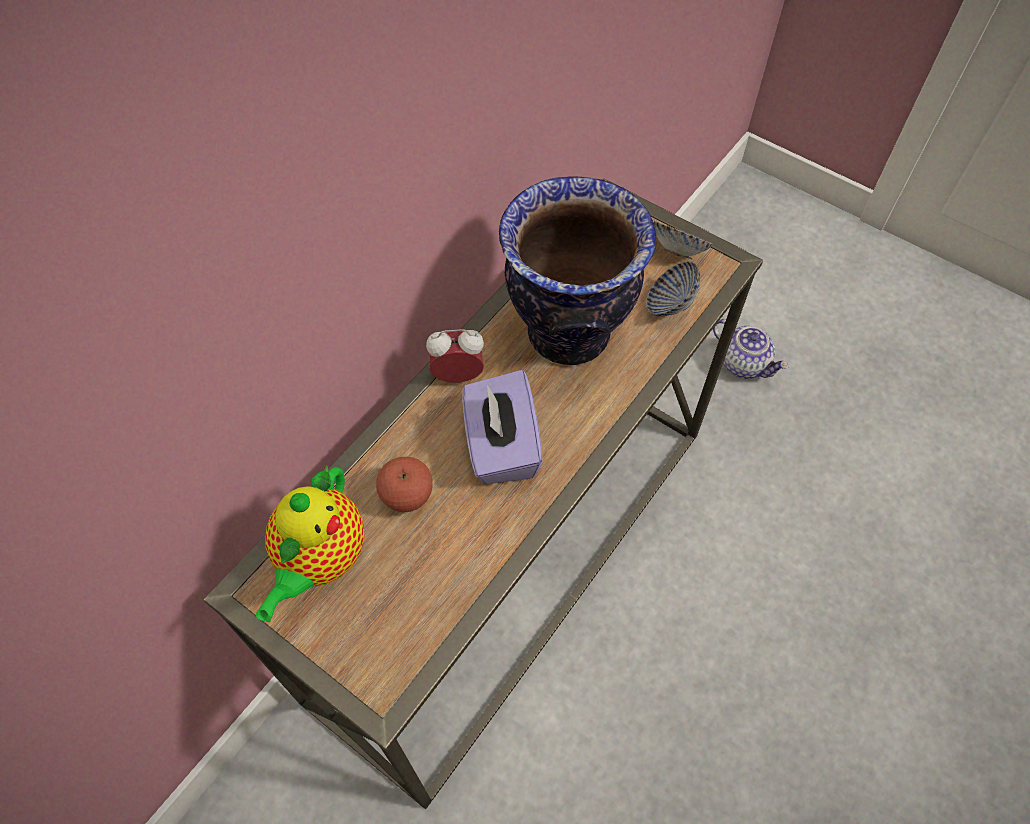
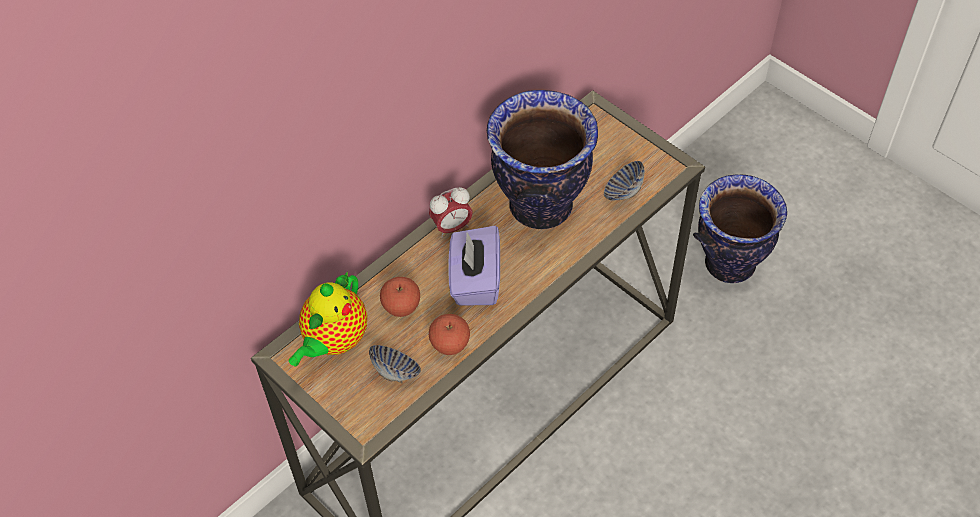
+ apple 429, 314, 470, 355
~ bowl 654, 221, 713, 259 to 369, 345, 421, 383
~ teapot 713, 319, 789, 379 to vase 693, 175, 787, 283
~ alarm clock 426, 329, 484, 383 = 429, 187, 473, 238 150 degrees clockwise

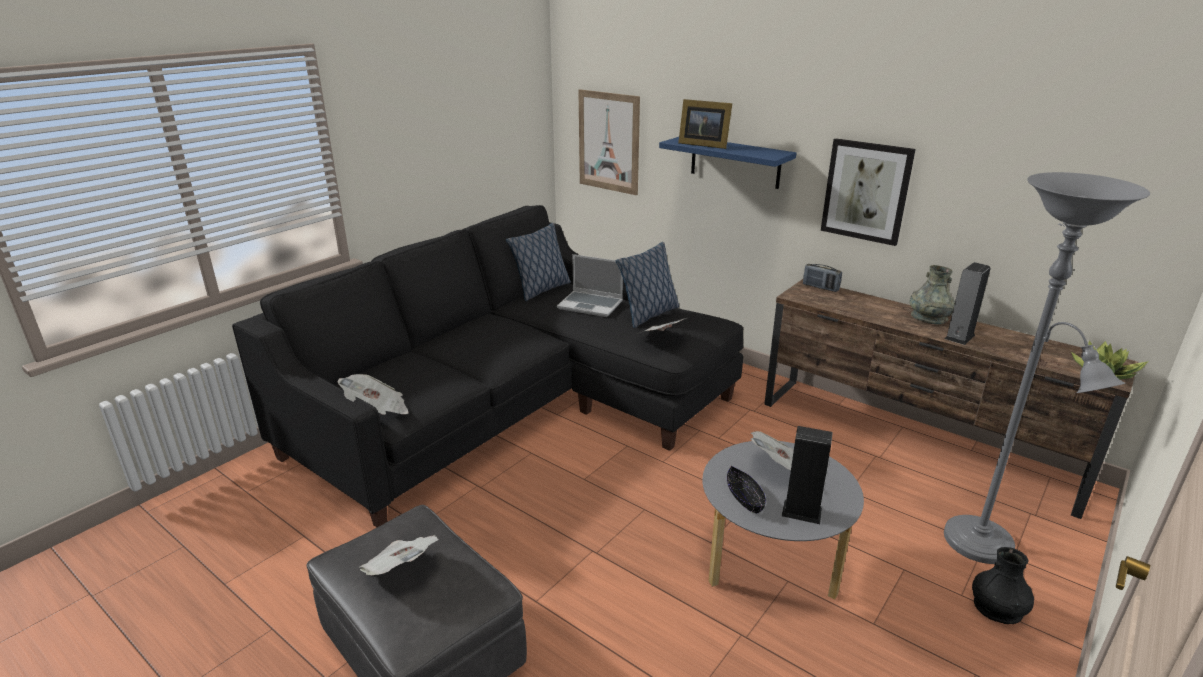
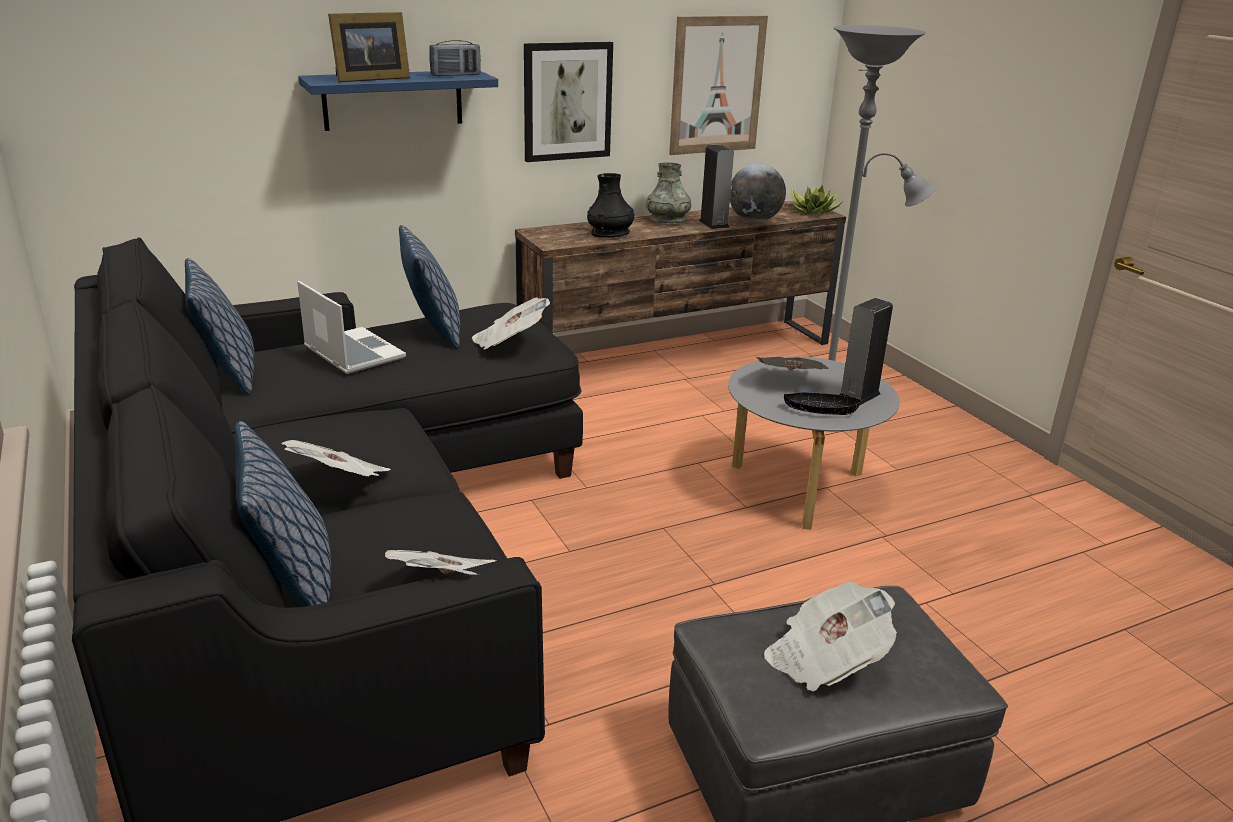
+ pillow 235, 421, 331, 607
+ newspaper 282, 440, 391, 477
+ globe 730, 164, 786, 222
~ picture 578, 89, 640, 195 to 669, 16, 768, 155
~ radio 803, 264, 842, 292 to 429, 40, 481, 76
~ black vase 972, 547, 1034, 624 to 587, 173, 634, 238
~ laptop 557, 254, 623, 317 = 297, 281, 406, 374 90 degrees counterclockwise

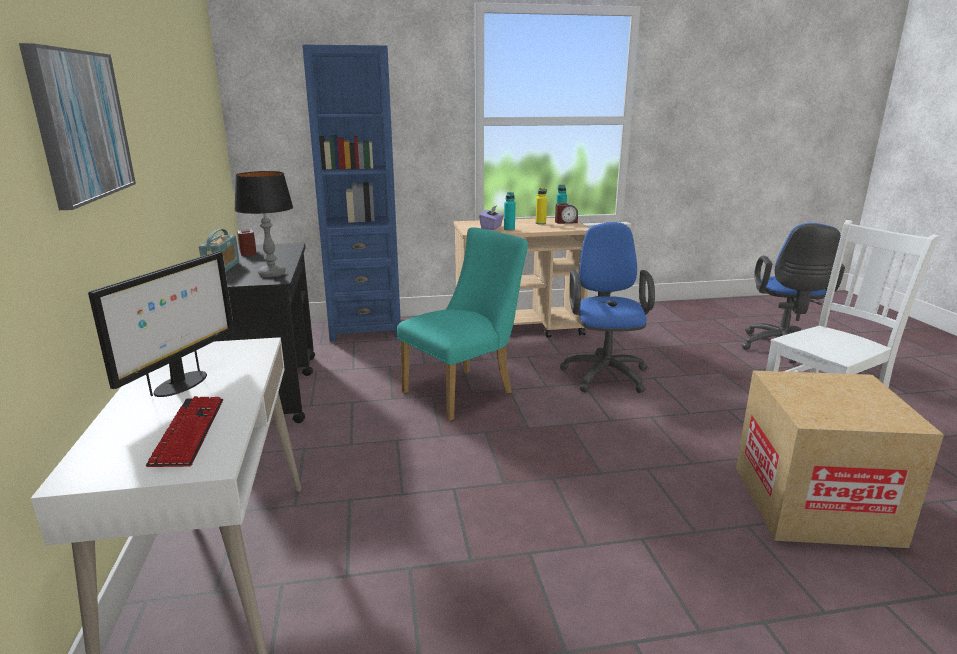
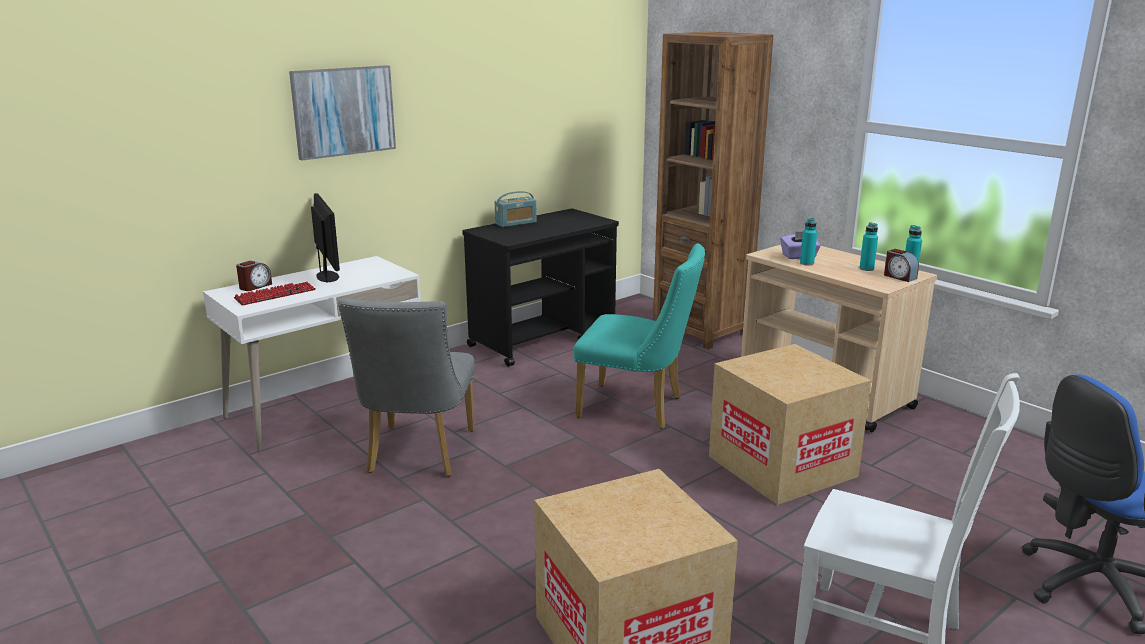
- table lamp 234, 171, 293, 277
+ grey chair 338, 298, 475, 477
~ alarm clock 237, 229, 256, 256 to 236, 261, 272, 291
~ blue office chair 560, 222, 655, 393 to cardboard box 709, 344, 871, 505
~ blue bookcase 302, 44, 401, 342 to brown bookcase 653, 32, 773, 350
~ yellow bottle 536, 187, 547, 225 to turquoise bottle 859, 222, 878, 271
~ monitor 88, 251, 234, 397 = 311, 193, 340, 283 105 degrees counterclockwise

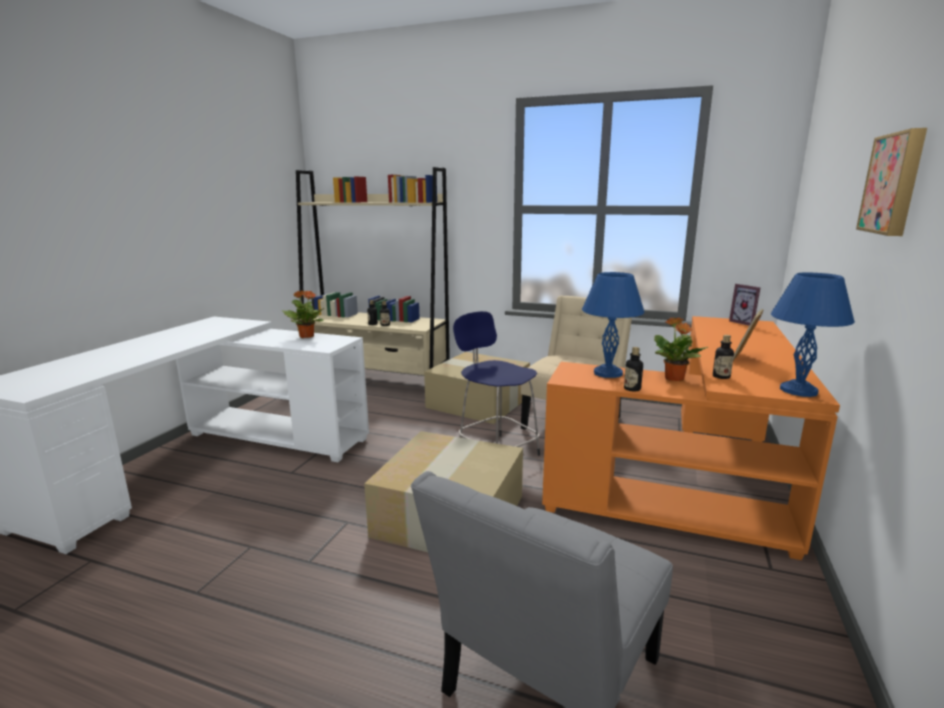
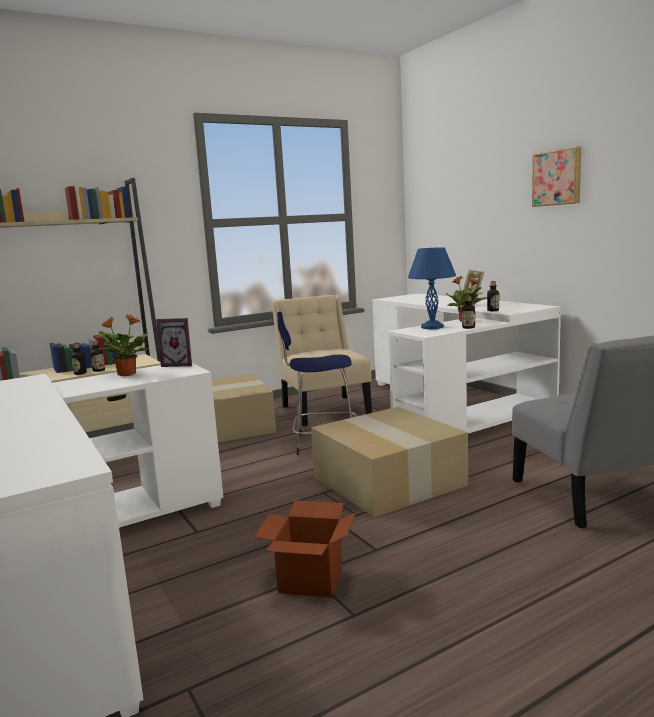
- blue table lamp 771, 273, 855, 397
+ cardboard box 254, 501, 356, 598
~ picture frame 729, 284, 761, 326 to 156, 318, 192, 367
~ orange desk 542, 316, 840, 560 to white desk 372, 293, 561, 434

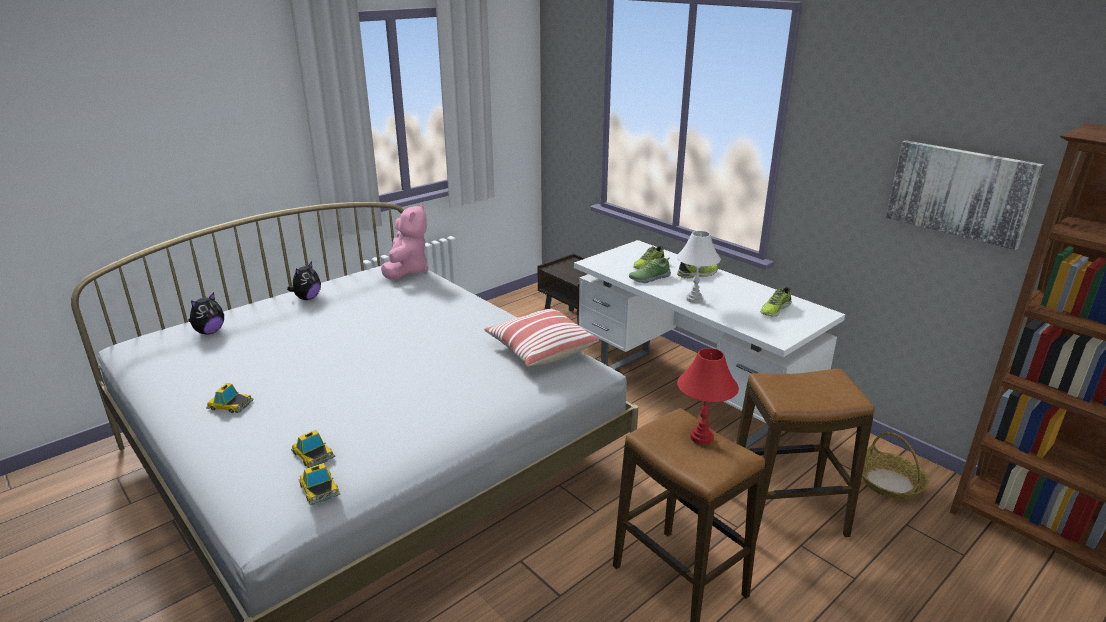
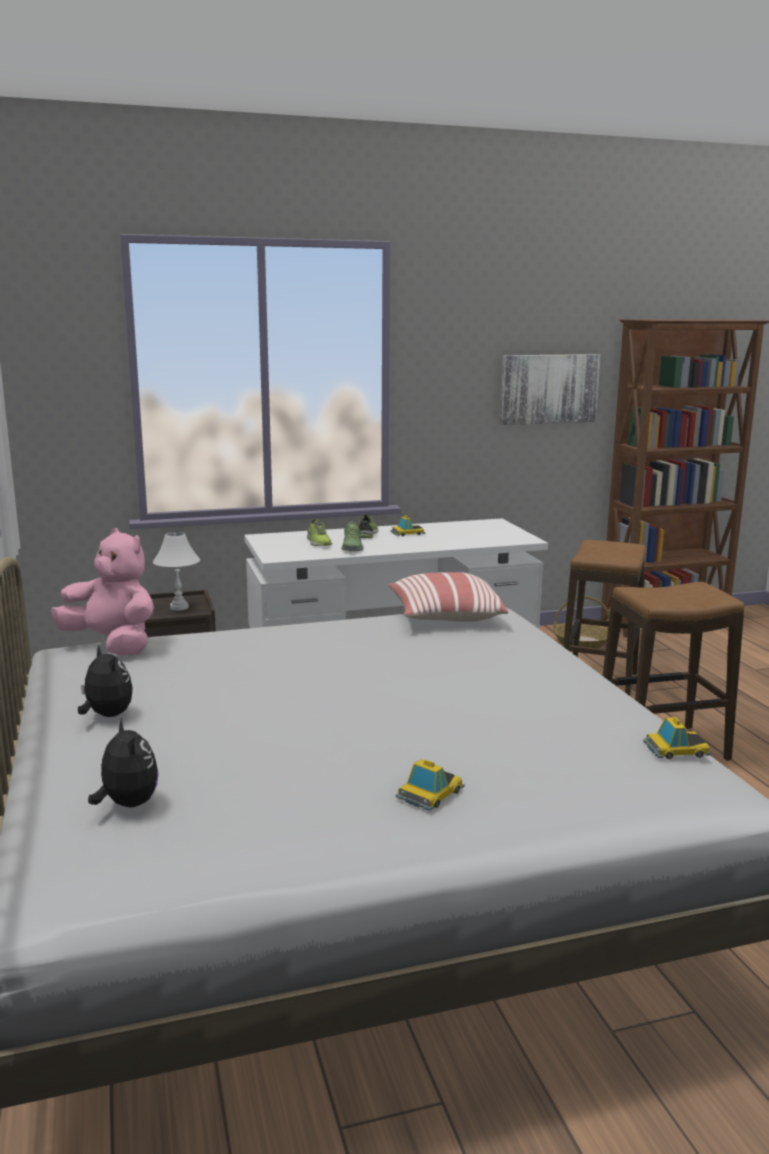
- red table lamp 677, 348, 739, 445
- shoe 760, 287, 791, 316
~ toy car 291, 430, 335, 468 to 391, 515, 425, 536
~ white table lamp 677, 231, 721, 303 to 153, 532, 200, 610

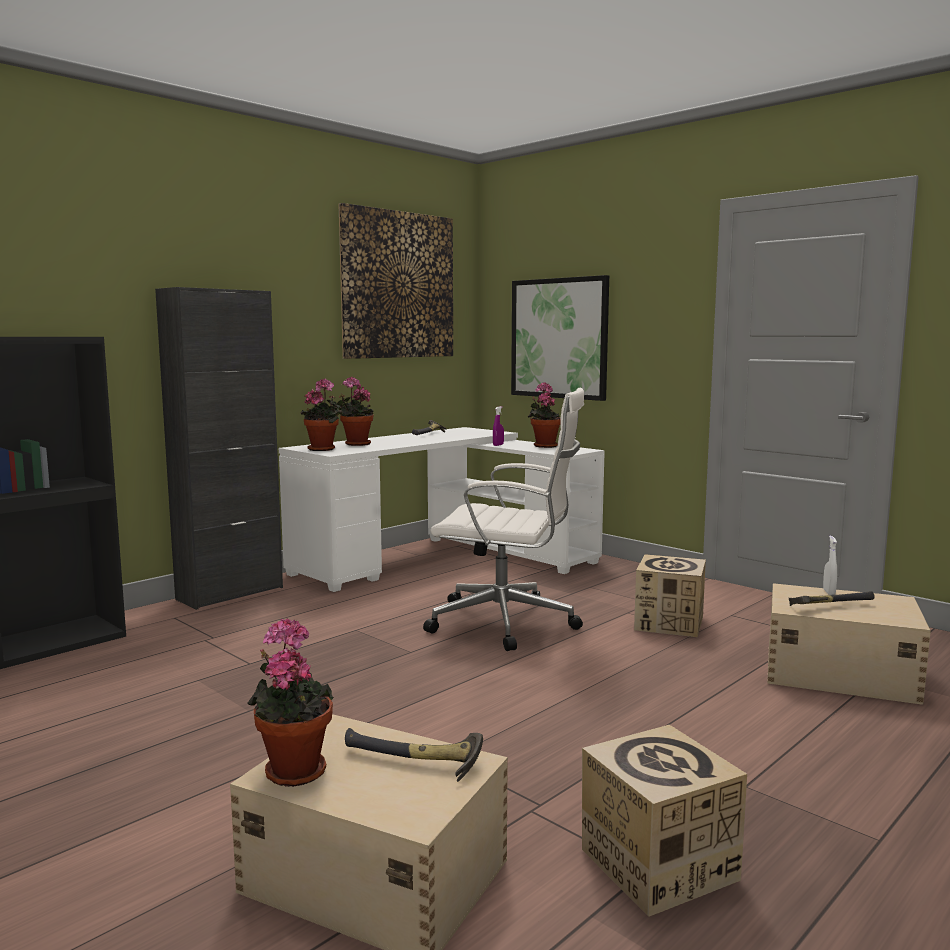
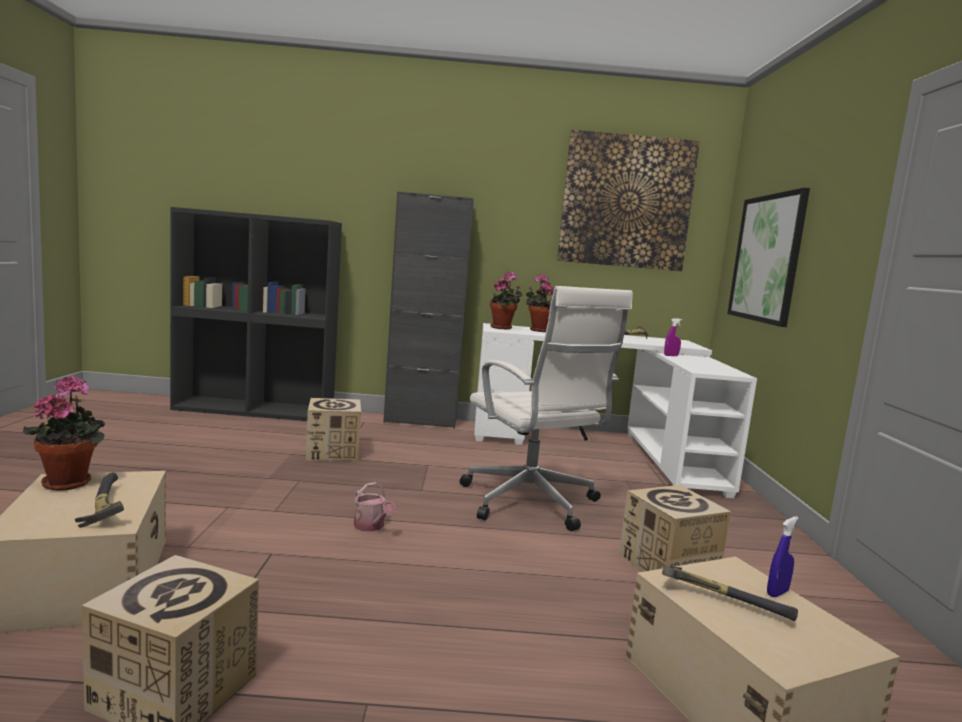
- potted plant 528, 382, 561, 448
+ cardboard box 306, 398, 361, 461
+ watering can 354, 482, 396, 532
~ white spray bottle 823, 535, 837, 595 to blue spray bottle 767, 516, 799, 597

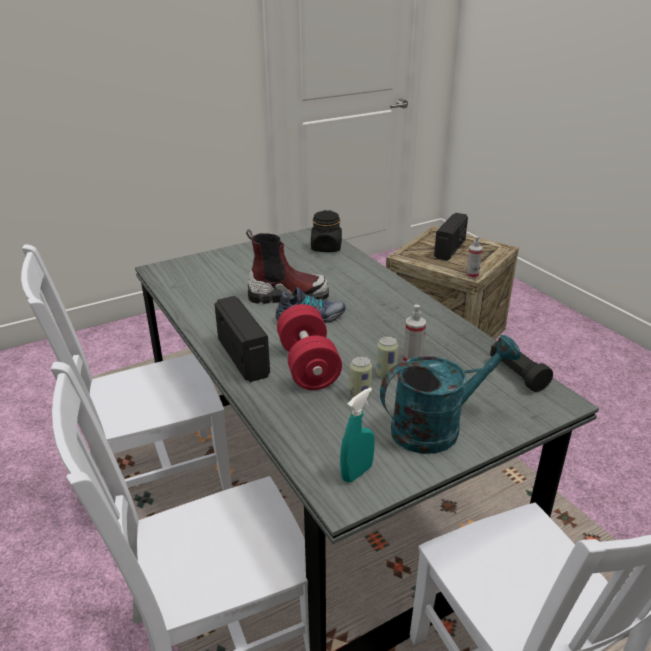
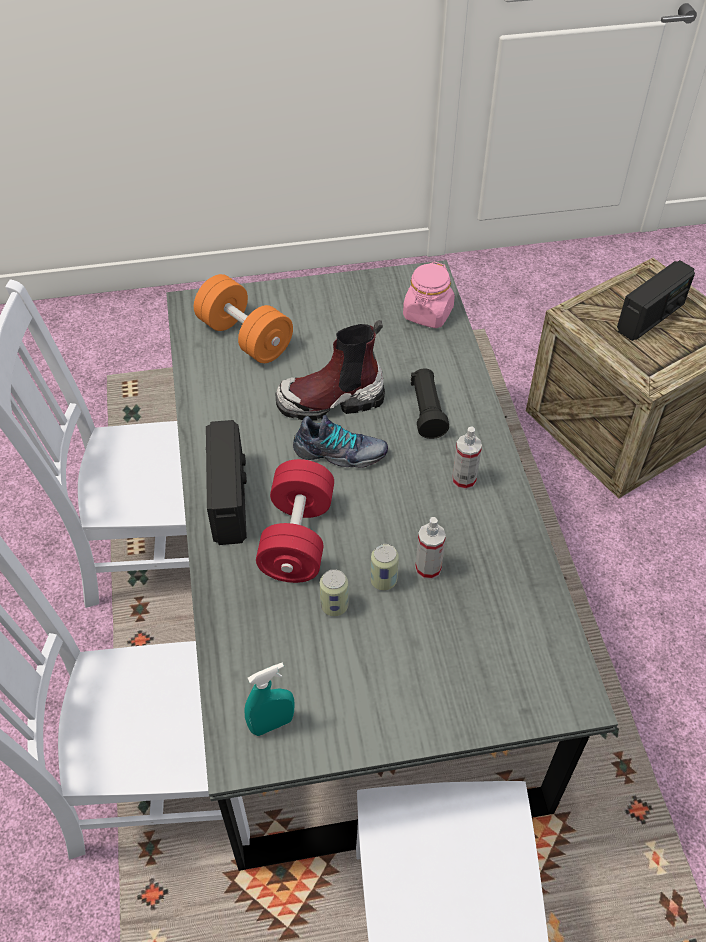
- turquoise watering can 380, 335, 521, 454
+ orange dumbbell 194, 274, 293, 363
~ spray bottle 466, 236, 483, 279 to 452, 426, 482, 490
~ black flashlight 490, 341, 553, 392 to 411, 368, 449, 439
~ black jar 311, 210, 342, 252 to pink jar 403, 261, 455, 328
~ boot 246, 229, 329, 304 = 275, 320, 385, 421 150 degrees clockwise

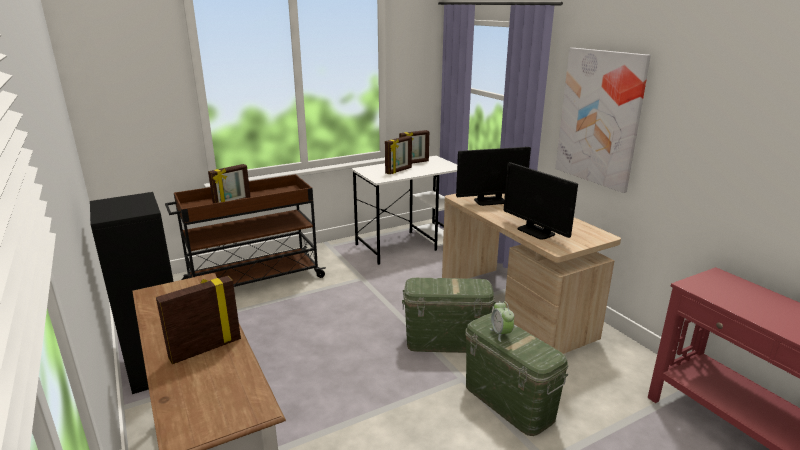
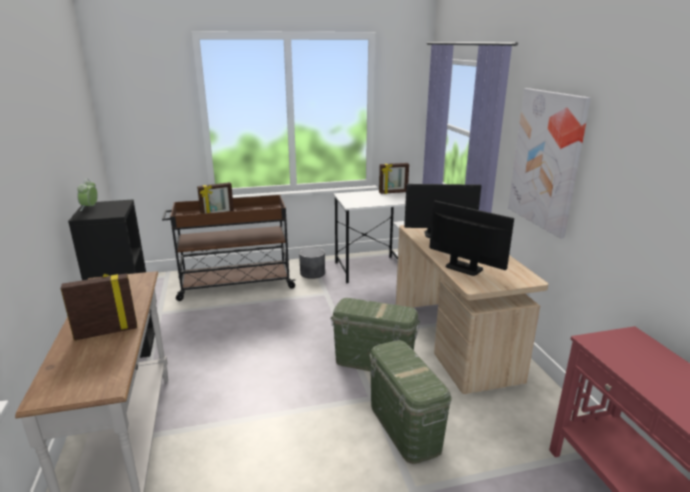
- picture frame 385, 136, 412, 174
+ grey planter 299, 247, 325, 279
~ alarm clock 490, 301, 514, 342 to 77, 179, 98, 211
~ monitor 504, 162, 578, 240 = 430, 201, 514, 276 150 degrees clockwise

